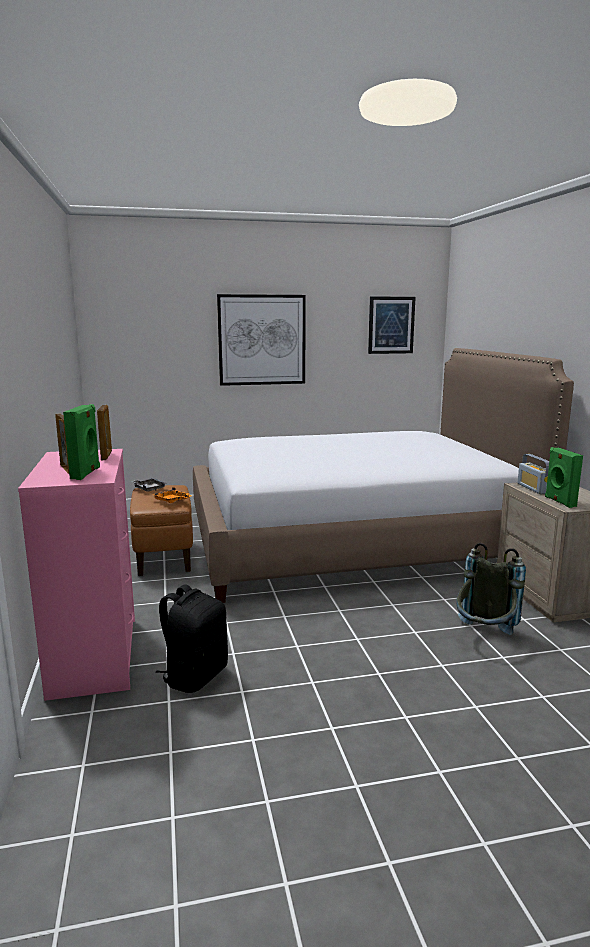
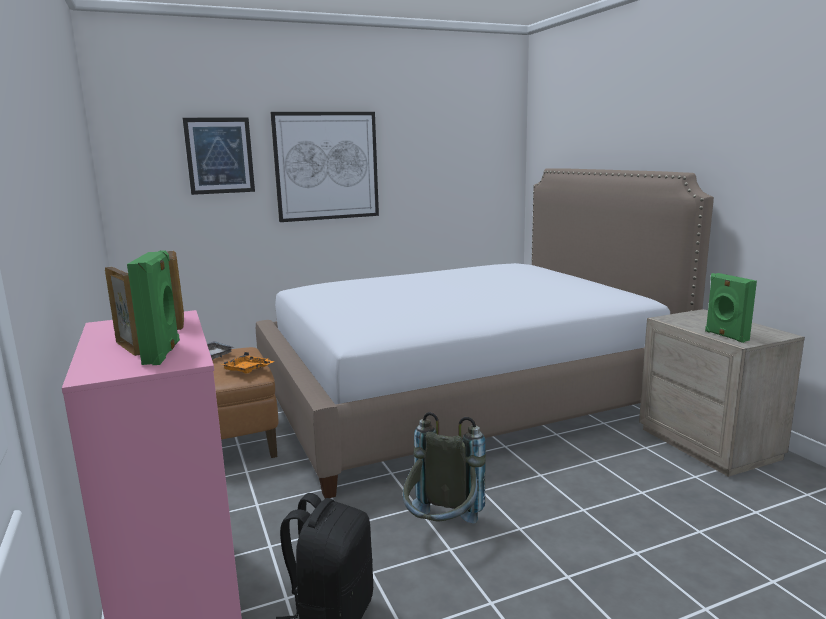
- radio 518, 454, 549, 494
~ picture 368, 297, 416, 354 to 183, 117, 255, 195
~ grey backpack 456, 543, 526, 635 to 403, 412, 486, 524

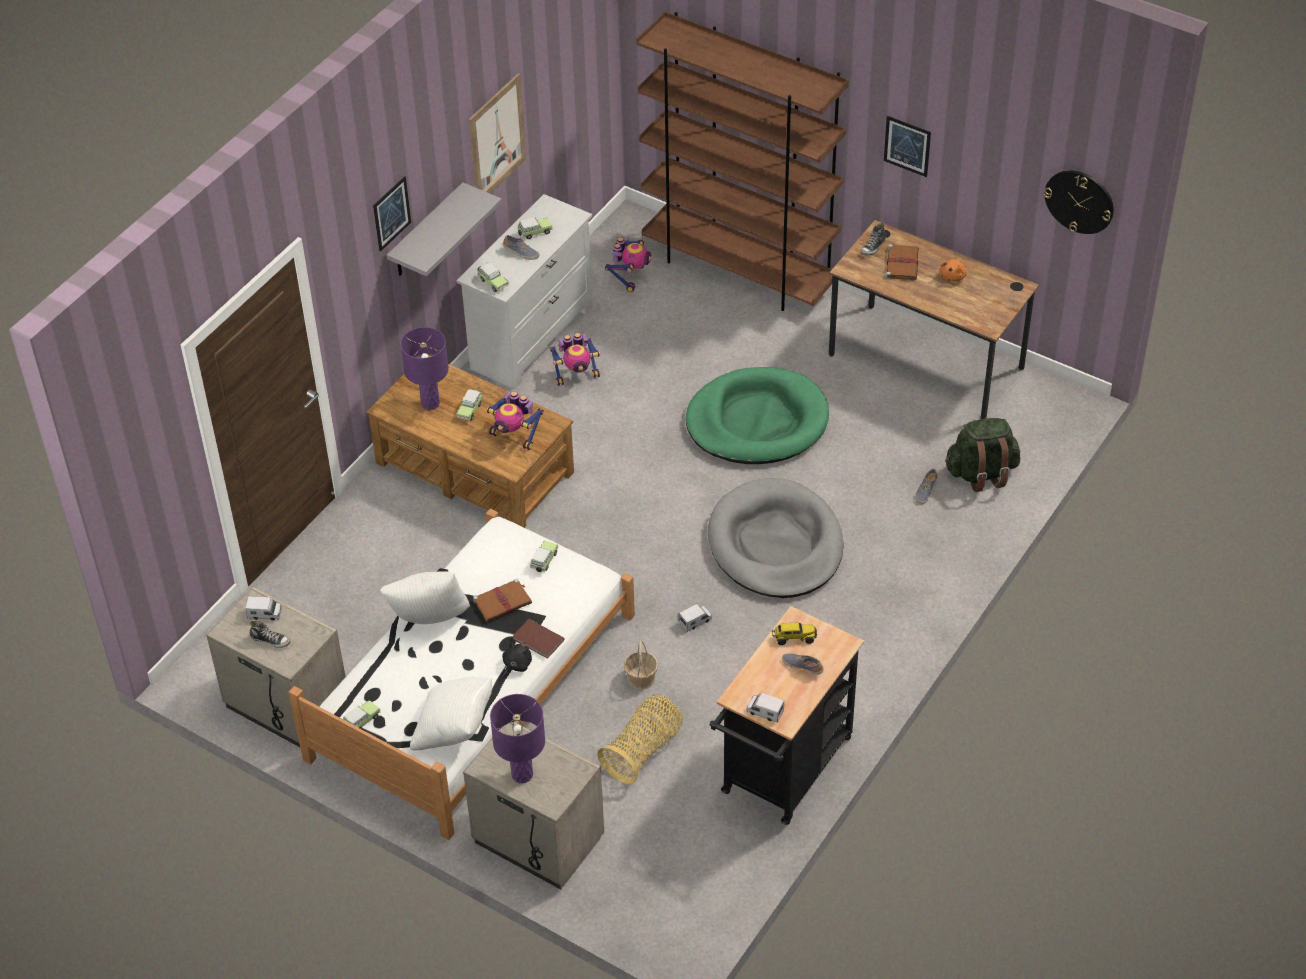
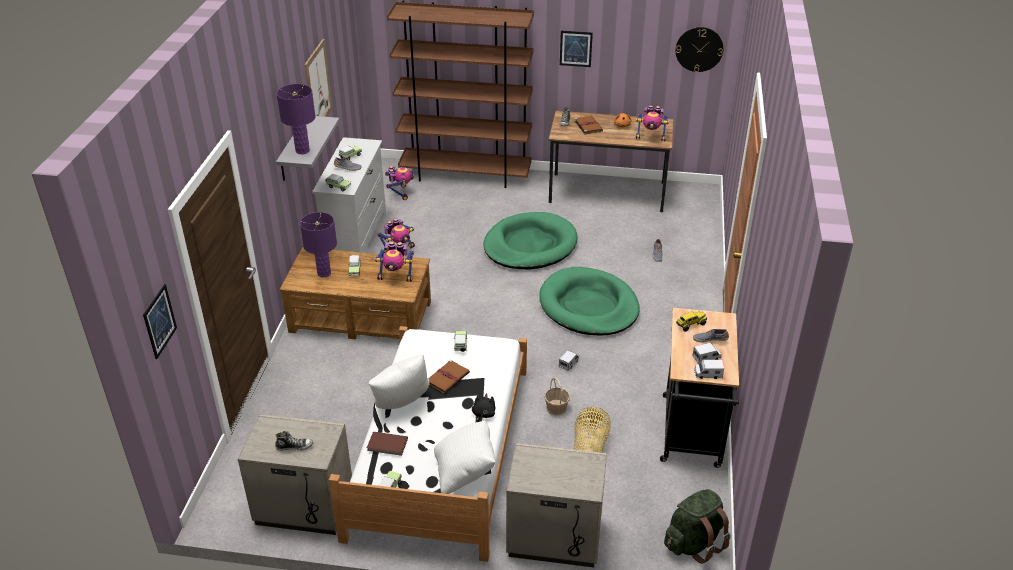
+ toy robot 635, 105, 669, 141
~ toy truck 245, 596, 282, 621 to 692, 343, 722, 364
~ picture 373, 176, 411, 252 to 143, 284, 177, 359
~ purple table lamp 490, 694, 545, 783 to 277, 84, 316, 154
~ brown book 512, 619, 564, 659 to 367, 432, 408, 456
~ green backpack 945, 418, 1020, 492 to 664, 489, 730, 564
~ grey dog bed 708, 478, 844, 598 to green dog bed 539, 267, 640, 336

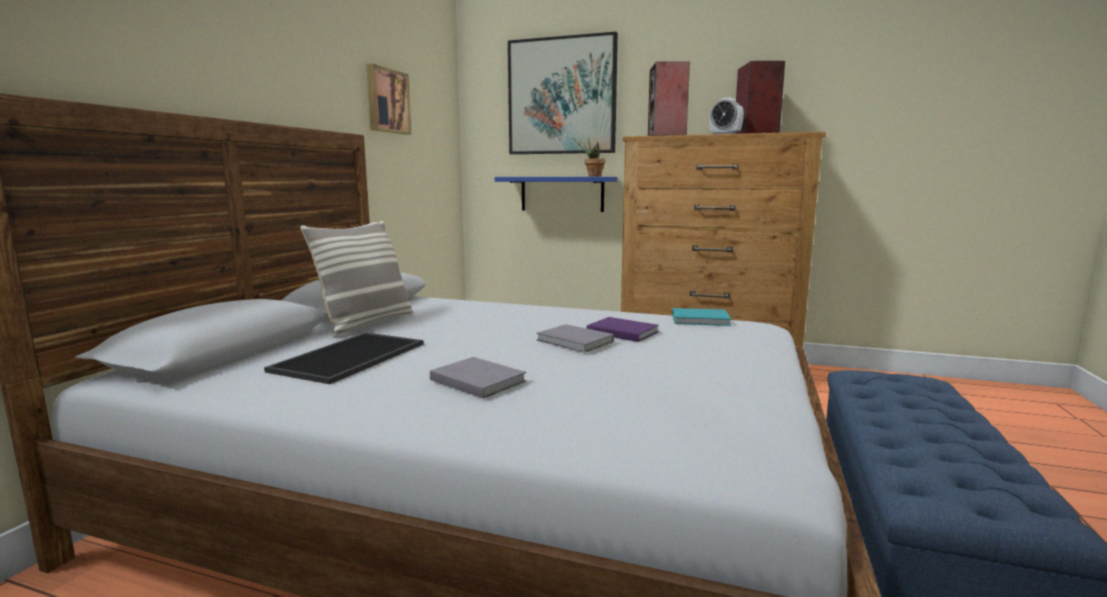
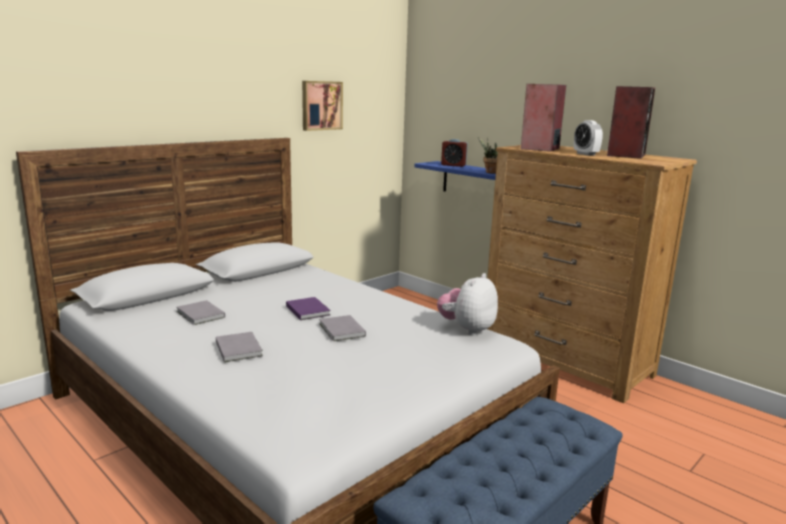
- pillow 300, 221, 413, 338
- picture 508, 32, 618, 154
+ alarm clock 441, 139, 468, 167
~ purple book 587, 317, 659, 342 to 286, 297, 331, 320
~ tray 264, 332, 424, 384 to grey book 176, 300, 225, 325
~ turquoise book 672, 308, 732, 326 to plush toy 437, 273, 498, 335

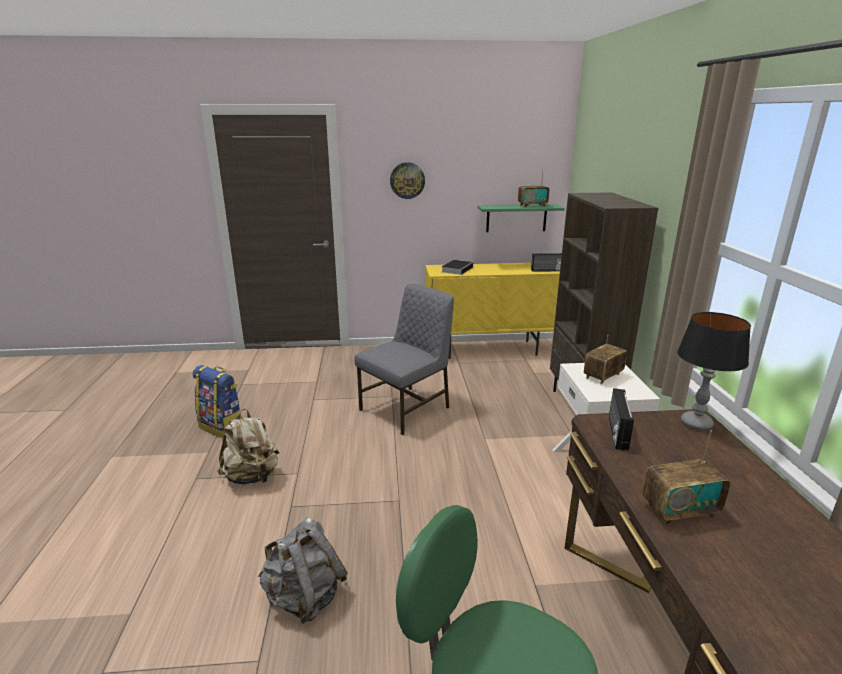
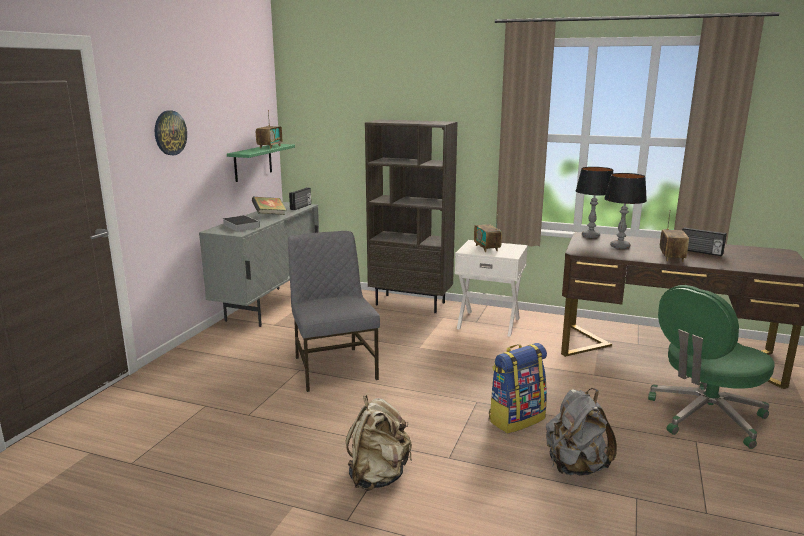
+ book 252, 197, 287, 215
+ table lamp 604, 173, 647, 249
~ backpack 193, 365, 242, 438 to 489, 343, 547, 433
~ radio 609, 388, 634, 450 to 682, 227, 727, 256
~ yellow cabinet 425, 263, 560, 359 to grey cabinet 199, 202, 319, 327

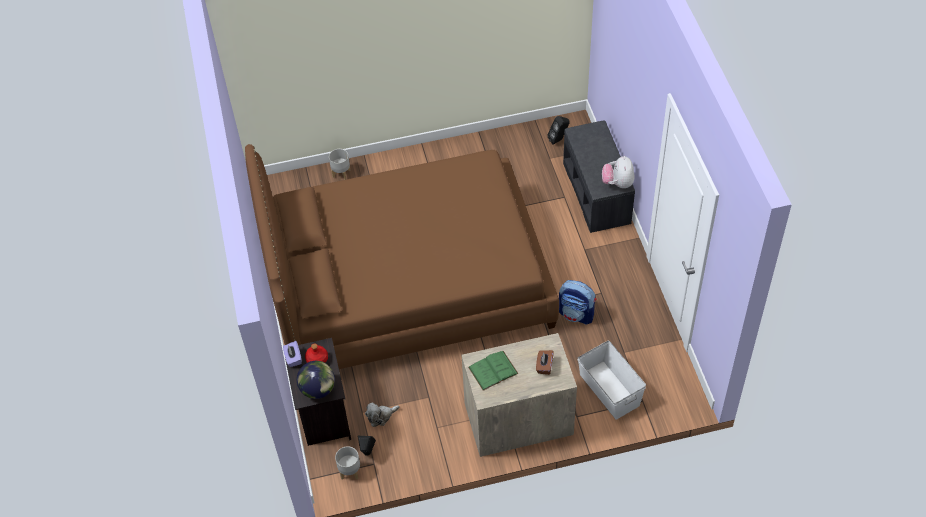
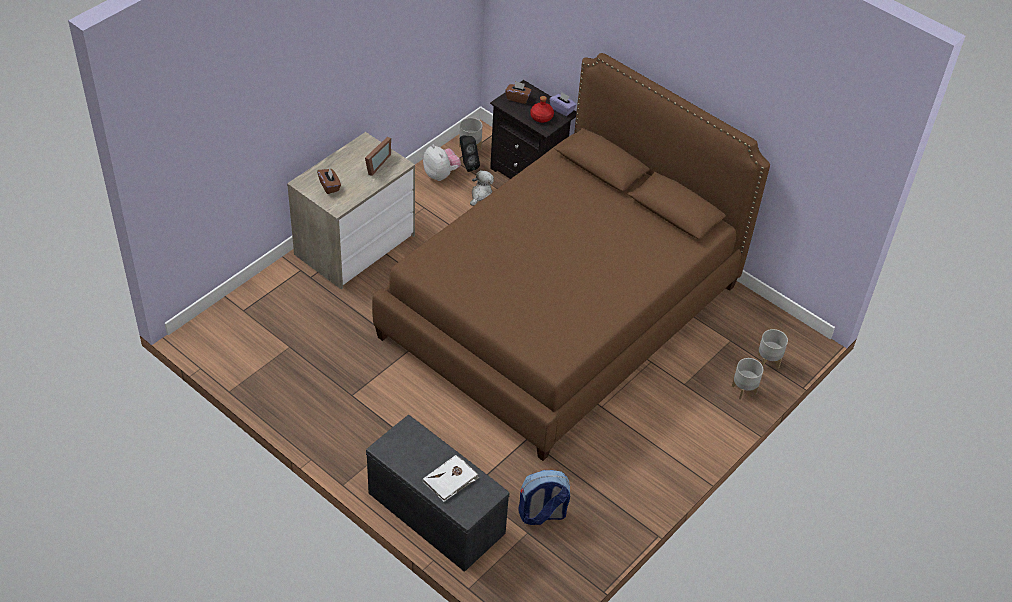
- black speaker 547, 116, 570, 145
- white storage box 578, 340, 646, 420
+ white book 423, 455, 479, 502
+ grey planter 758, 329, 788, 369
~ backpack 559, 280, 596, 325 to 518, 470, 570, 525
~ plush toy 602, 156, 634, 188 to 423, 145, 461, 181
~ globe 297, 361, 335, 399 to brown tissue box 505, 81, 532, 104
~ green book 468, 351, 518, 391 to picture frame 365, 137, 391, 176

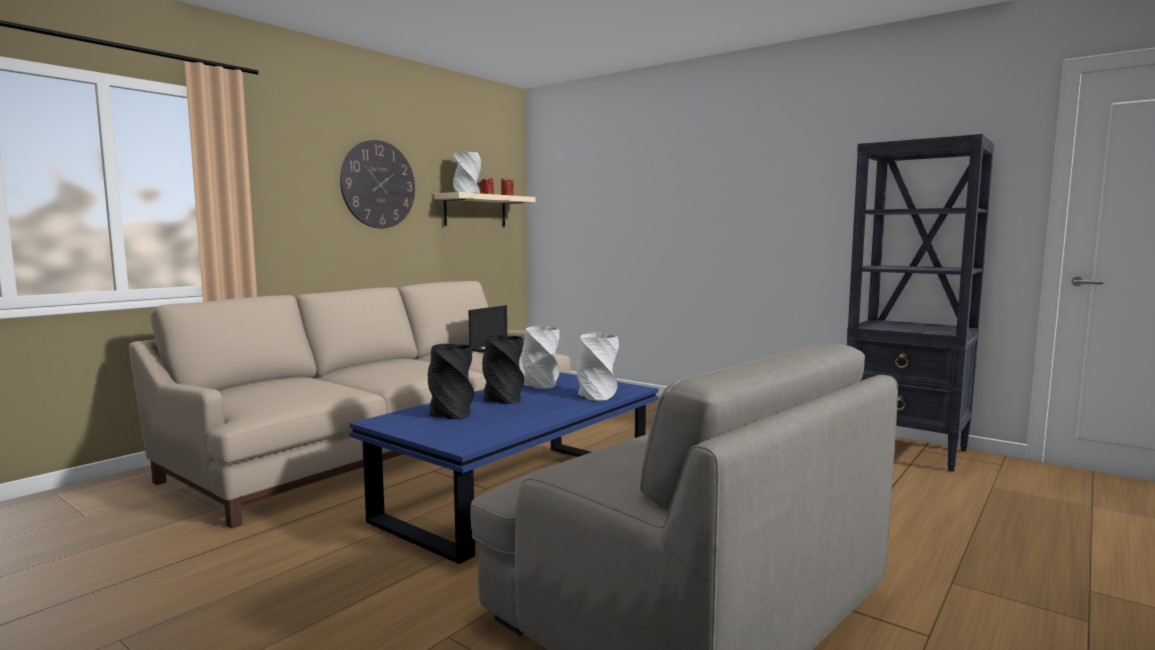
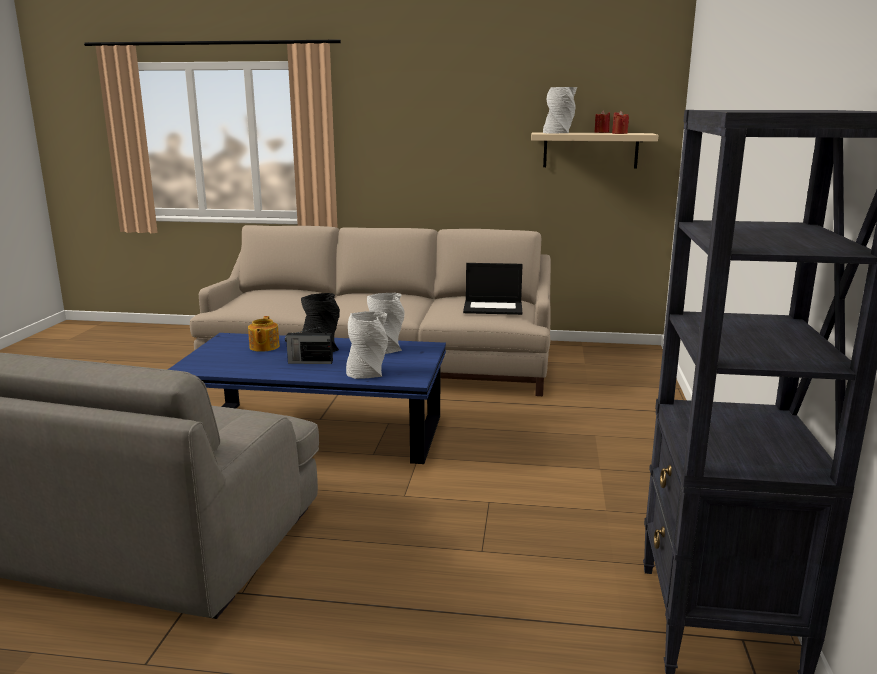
- wall clock 340, 140, 415, 228
+ radio 285, 327, 333, 364
~ black vase 428, 344, 474, 419 to teapot 248, 316, 280, 352

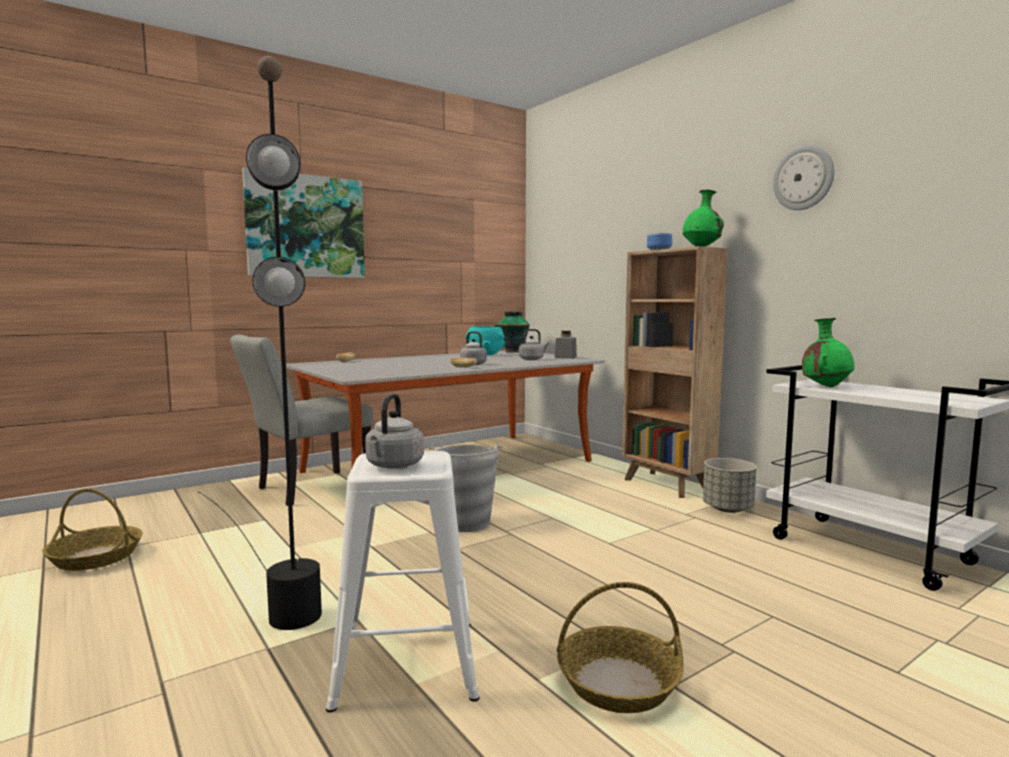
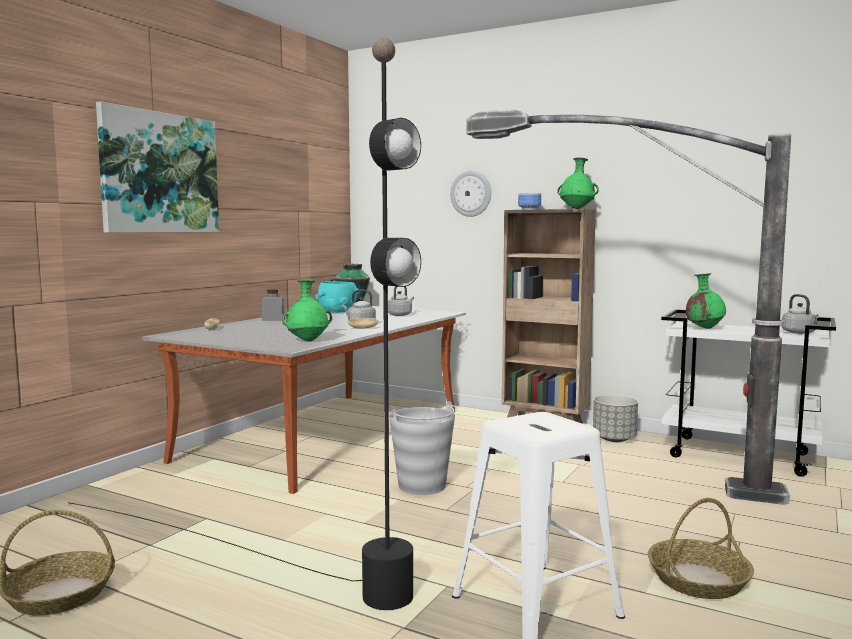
- grey chair 230, 335, 373, 506
+ green vase 282, 280, 332, 342
+ floor lamp 466, 110, 791, 505
~ grey kettle 365, 394, 424, 469 to 782, 294, 819, 334
~ grey jar 555, 331, 577, 359 to 262, 289, 285, 321
~ wall clock 773, 145, 834, 210 to 450, 171, 491, 217

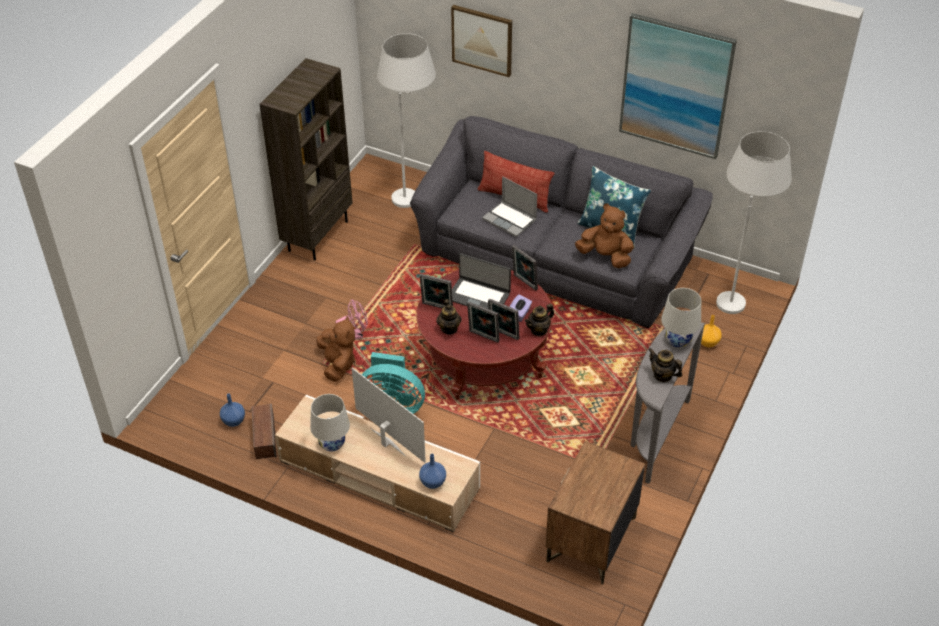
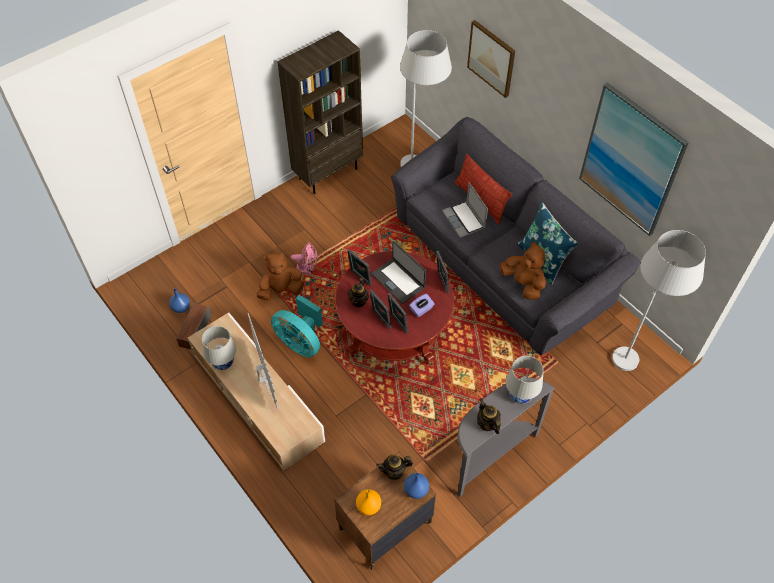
~ blue vase 419, 454, 446, 489 to 404, 473, 429, 499
~ teapot 525, 304, 554, 336 to 376, 455, 413, 480
~ orange vase 701, 315, 722, 347 to 356, 489, 381, 516
~ brown plush toy 316, 316, 355, 382 = 257, 253, 304, 300 120 degrees counterclockwise

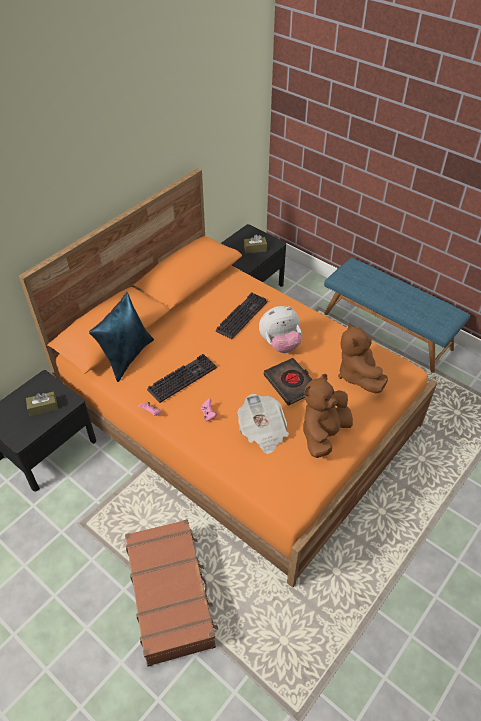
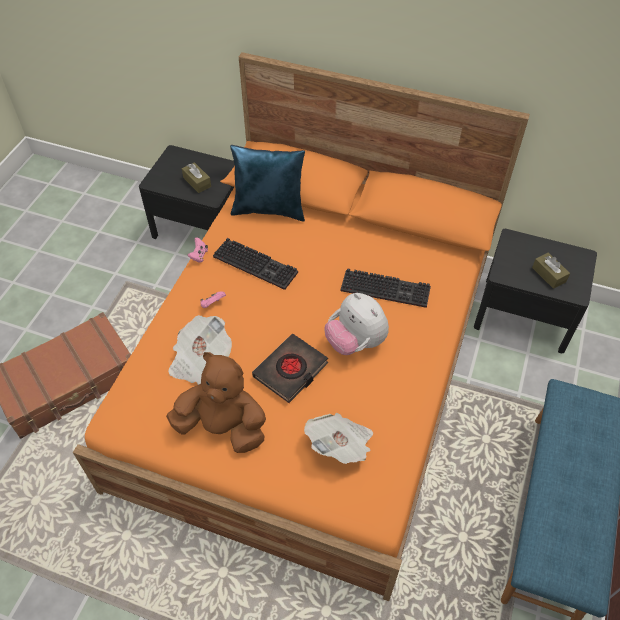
~ brown plush toy 338, 322, 388, 393 to newspaper 304, 413, 374, 464

